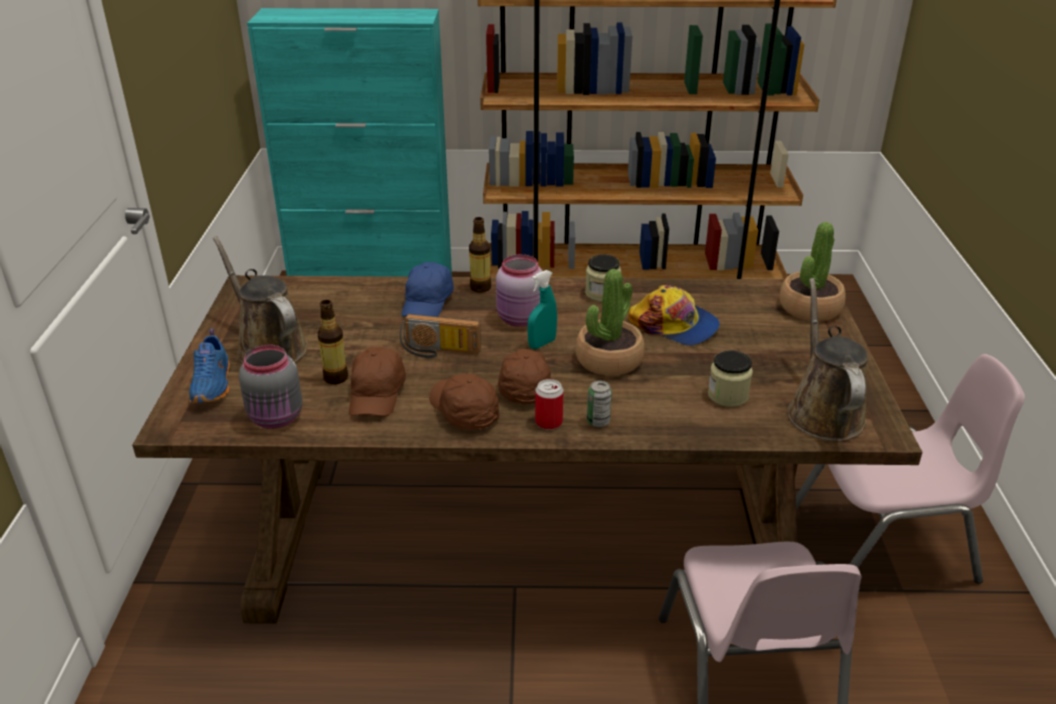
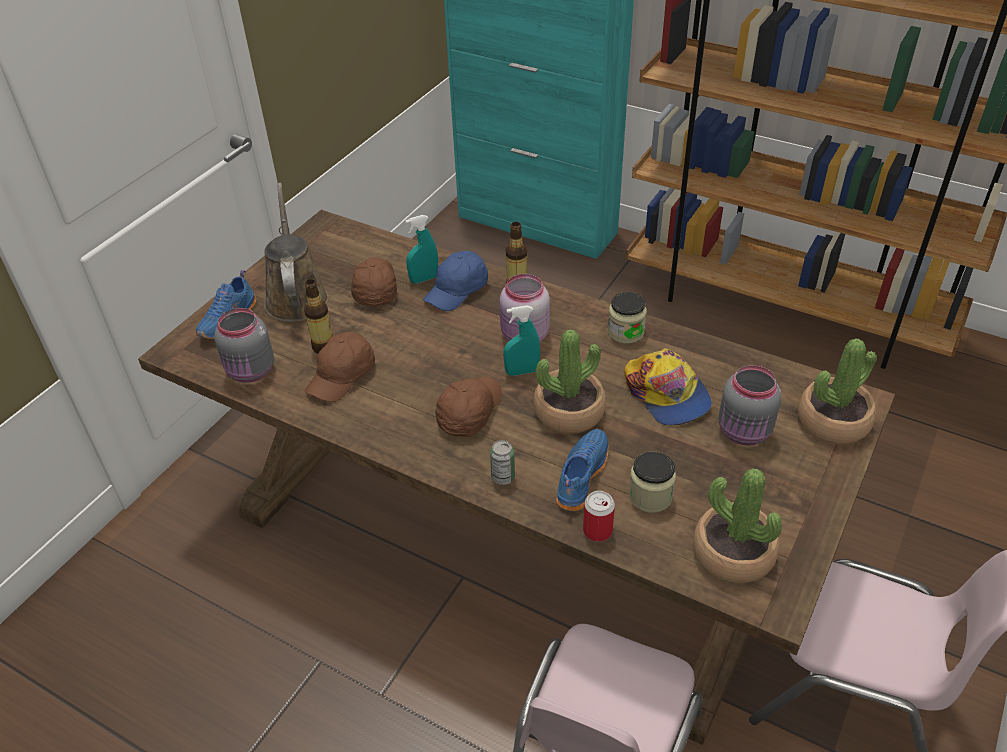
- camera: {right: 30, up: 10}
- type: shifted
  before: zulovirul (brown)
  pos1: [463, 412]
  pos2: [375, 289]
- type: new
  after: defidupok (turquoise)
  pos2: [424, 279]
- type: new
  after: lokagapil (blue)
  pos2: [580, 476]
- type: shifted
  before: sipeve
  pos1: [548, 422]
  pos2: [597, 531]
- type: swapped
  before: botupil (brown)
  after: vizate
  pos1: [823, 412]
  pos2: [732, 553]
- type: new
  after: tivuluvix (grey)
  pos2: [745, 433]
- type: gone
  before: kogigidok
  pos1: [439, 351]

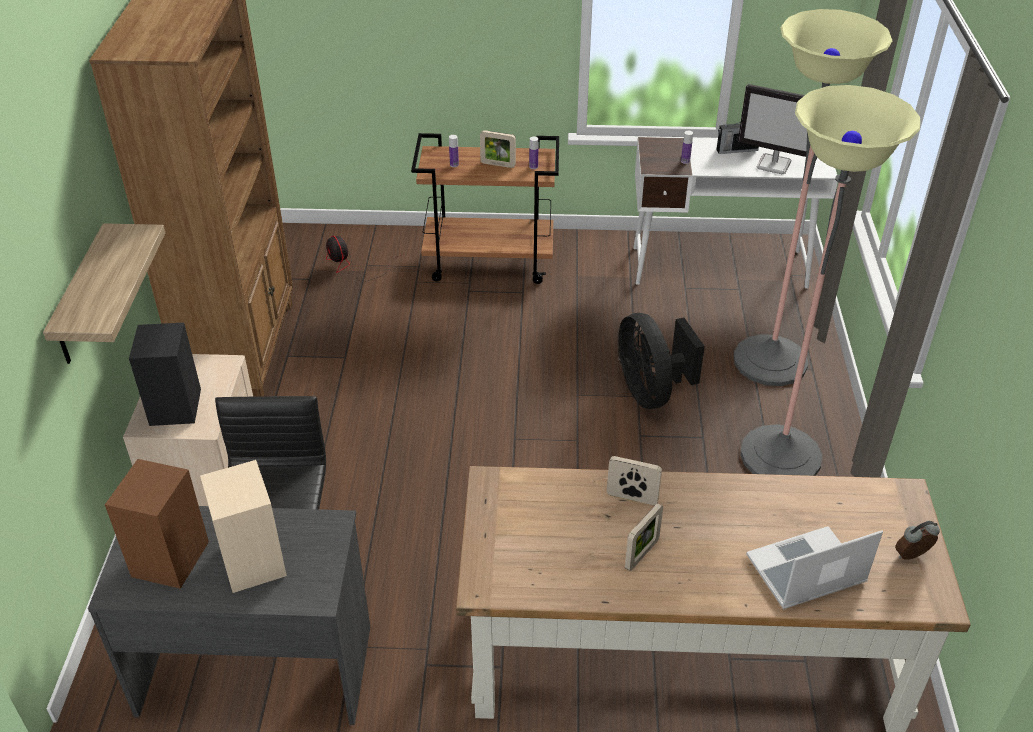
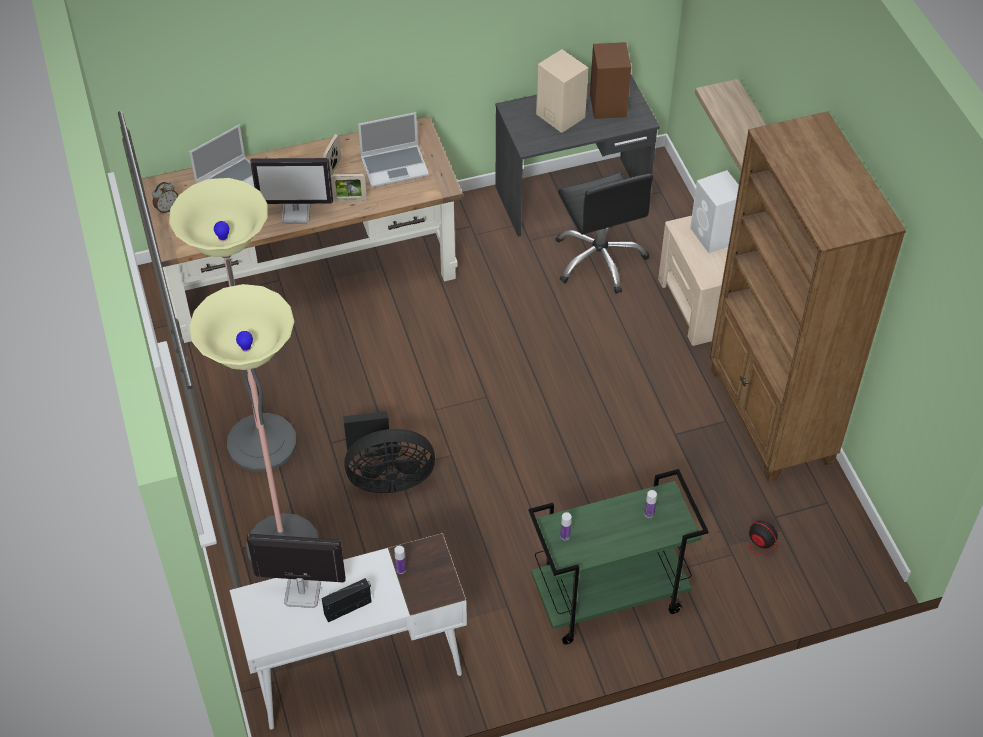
- camera: {right: 160, up: 10}
- type: new
  after: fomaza
  pos2: [297, 213]
- type: rotated
  before: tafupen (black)
  pos1: [651, 391]
  pos2: [387, 477]
  turn: 120
- type: new
  after: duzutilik
  pos2: [395, 166]
- type: repainted
  before: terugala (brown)
  after: terugala (green)
  pos1: [490, 262]
  pos2: [607, 599]
- type: repainted
  before: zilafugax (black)
  after: zilafugax (white)
  pos1: [175, 406]
  pos2: [714, 236]
- type: gone
  before: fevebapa
  pos1: [498, 164]

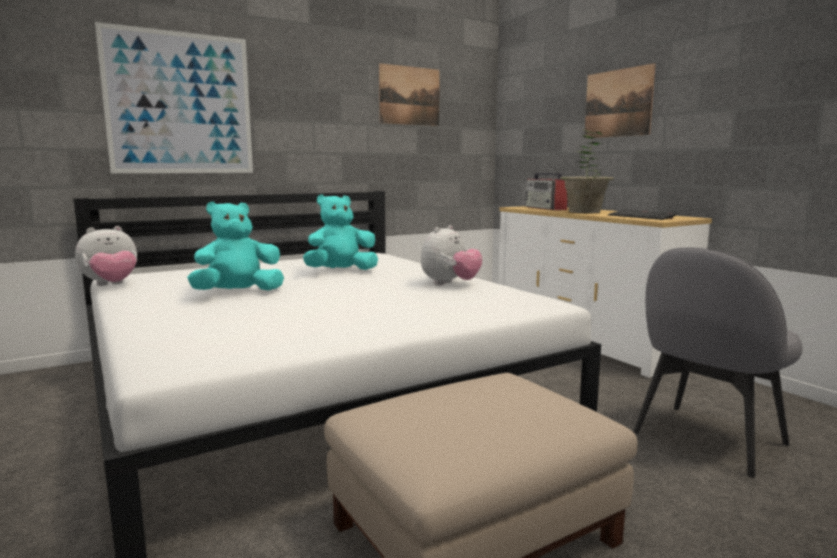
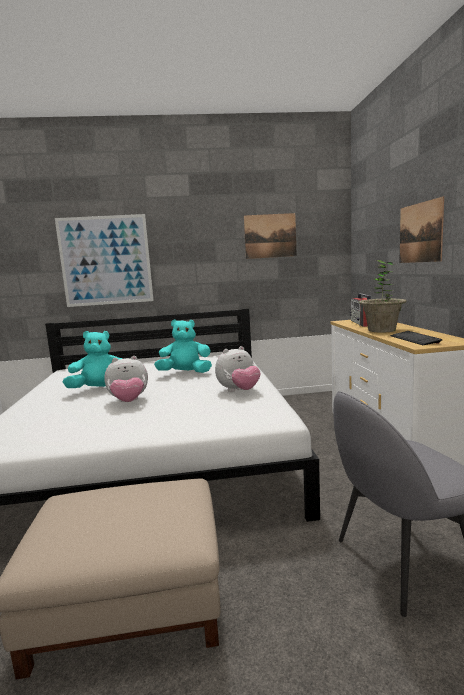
- camera: {right: 25, up: 0}
- type: shifted
  before: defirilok
  pos1: [111, 285]
  pos2: [129, 402]

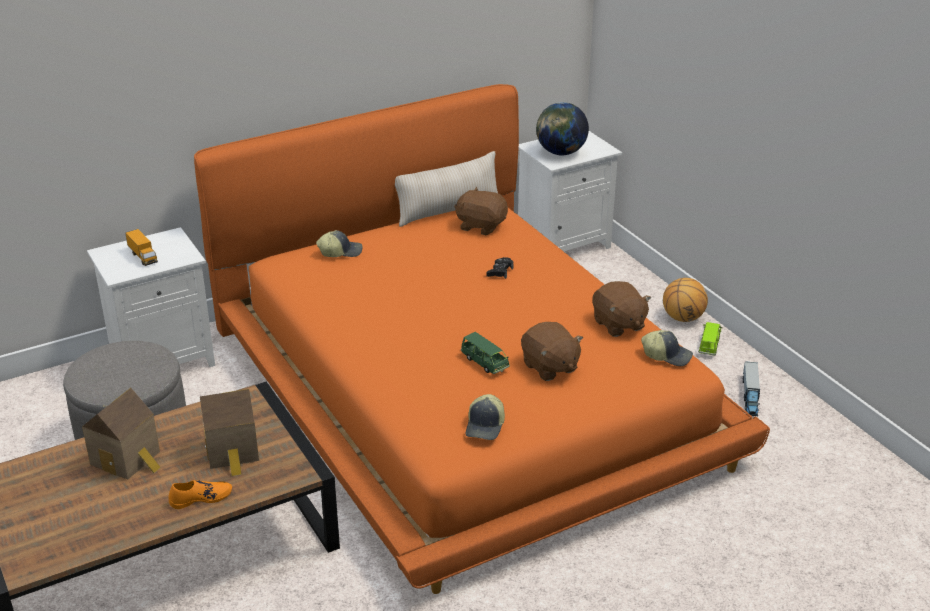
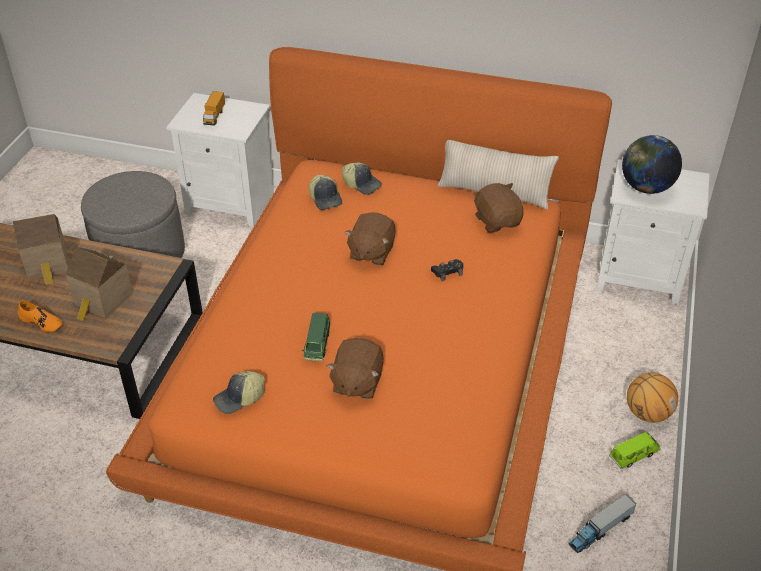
- camera: {right: 45, up: 10}
- type: shifted
  before: zulovirul
  pos1: [667, 355]
  pos2: [326, 198]
- type: shifted
  before: defirilok (brown)
  pos1: [618, 324]
  pos2: [371, 252]

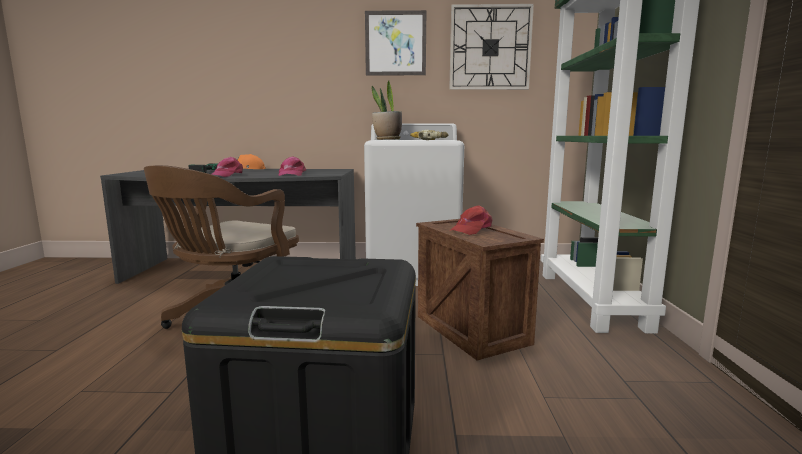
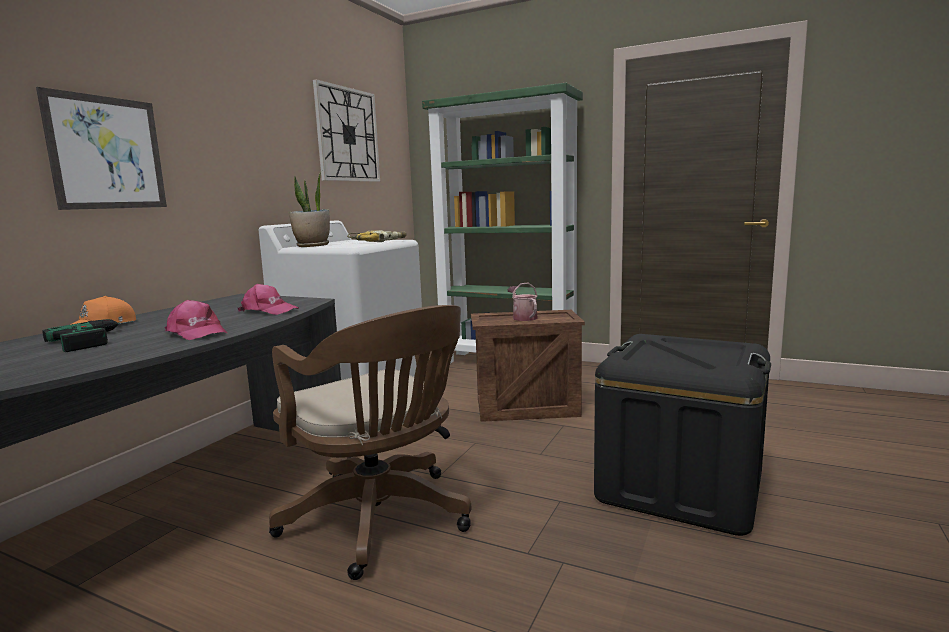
- camera: {right: -65, up: 0}
- type: shifted
  before: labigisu
  pos1: [395, 43]
  pos2: [107, 153]
- type: swapped
  before: zulovirul (red)
  after: botupil
  pos1: [471, 229]
  pos2: [523, 317]

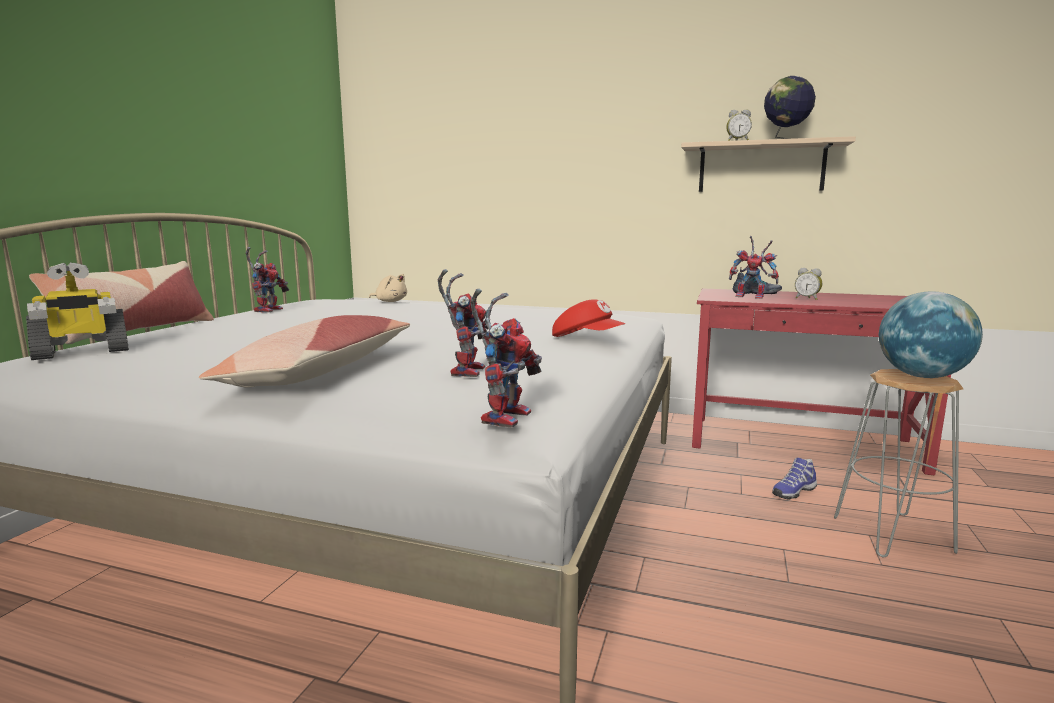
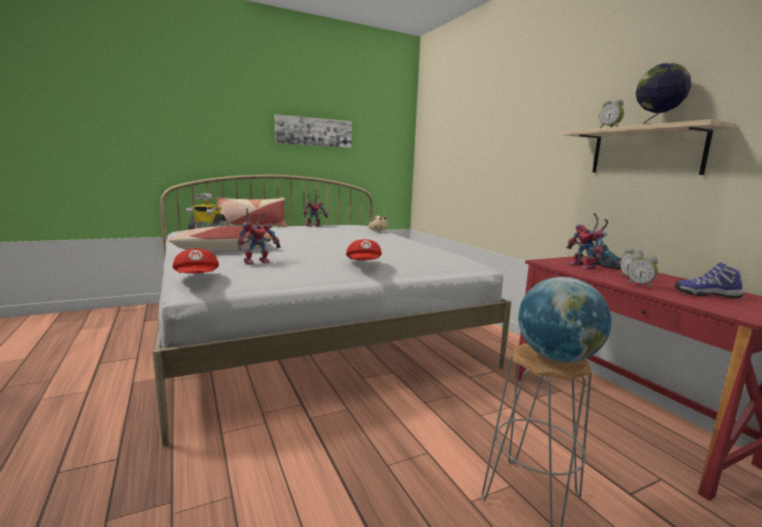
- camera: {right: 45, up: 0}
- type: swapped
  before: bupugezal
  after: zulovirul (red)
  pos1: [504, 415]
  pos2: [197, 278]
- type: new
  after: labigisu
  pos2: [314, 132]
- type: new
  after: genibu
  pos2: [640, 285]
- type: shifted
  before: lokagapil
  pos1: [793, 492]
  pos2: [706, 294]

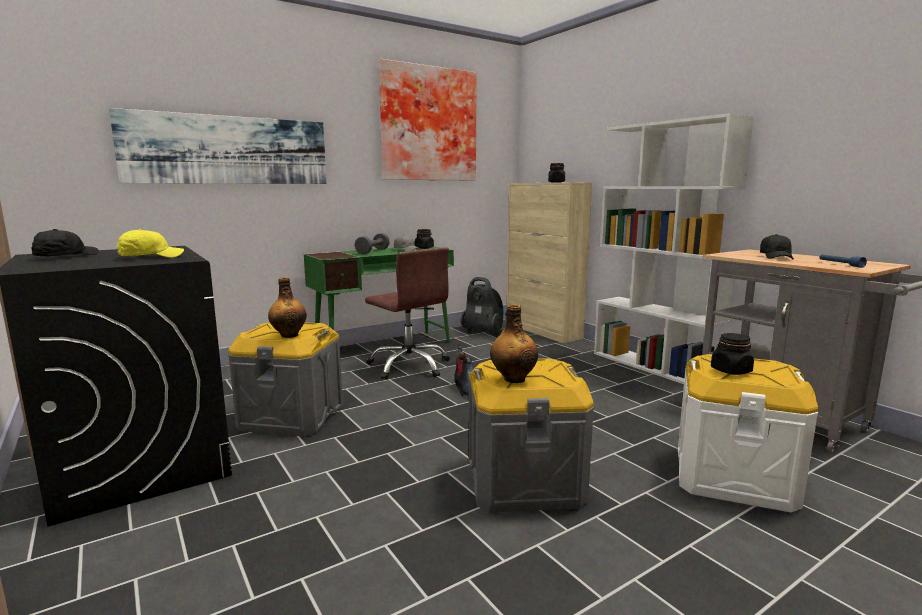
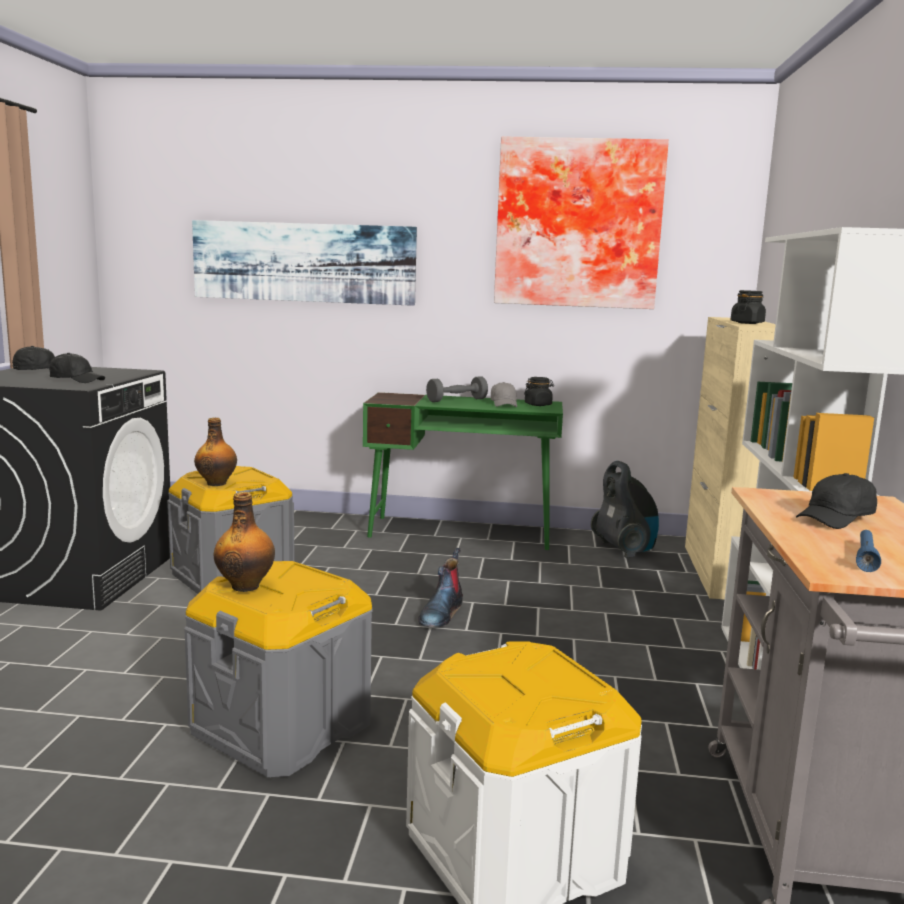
- camera: {right: 40, up: 0}
- type: repainted
  before: zulovirul (yellow)
  after: zulovirul (black)
  pos1: [151, 257]
  pos2: [77, 380]
- type: gone
  before: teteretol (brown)
  pos1: [409, 366]
- type: gone
  before: tivuluvix (black)
  pos1: [730, 371]

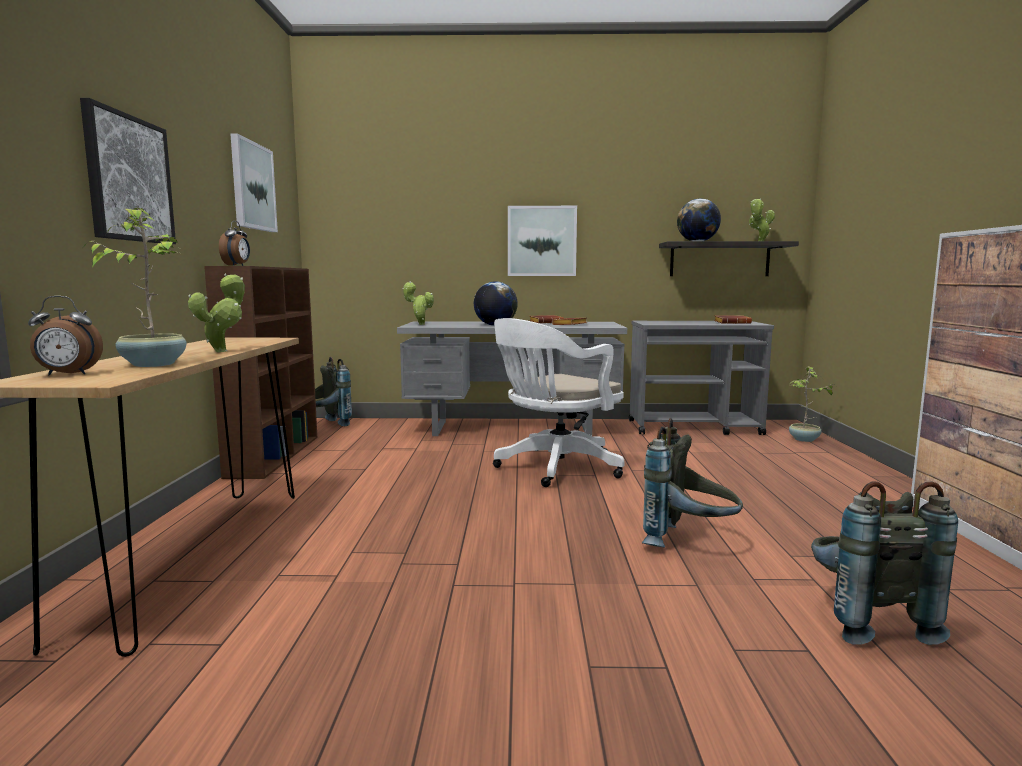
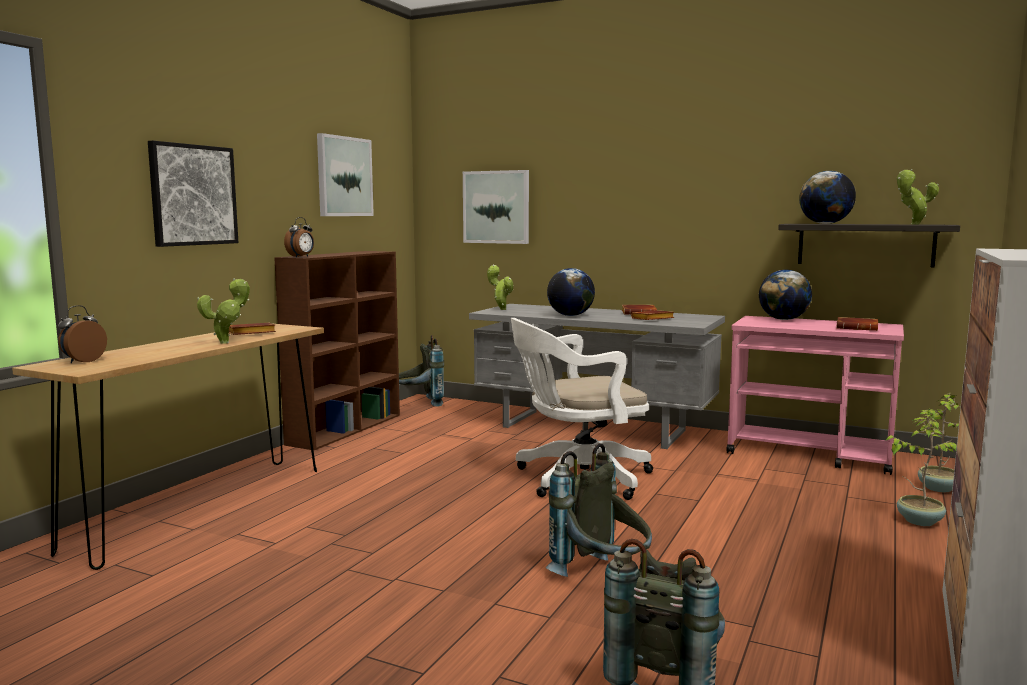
- camera: {right: 25, up: 0}
- type: rotated
  before: genibu
  pos1: [67, 374]
  pos2: [82, 361]
  turn: 105
- type: new
  after: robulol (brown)
  pos2: [250, 334]
- type: shifted
  before: labigisu
  pos1: [541, 241]
  pos2: [496, 207]
- type: repainted
  before: terugala (grey)
  after: terugala (pink)
  pos1: [694, 427]
  pos2: [810, 454]
- type: new
  after: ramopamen
  pos2: [783, 319]
- type: shifted
  before: vizate
  pos1: [153, 364]
  pos2: [918, 521]

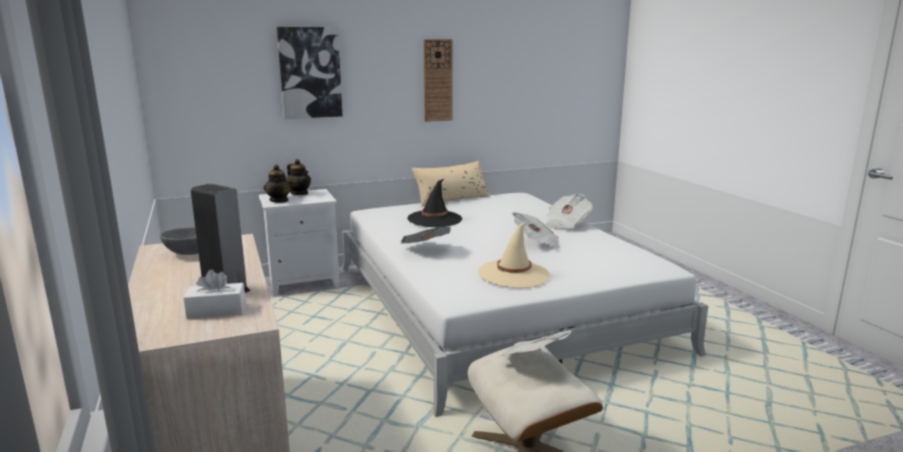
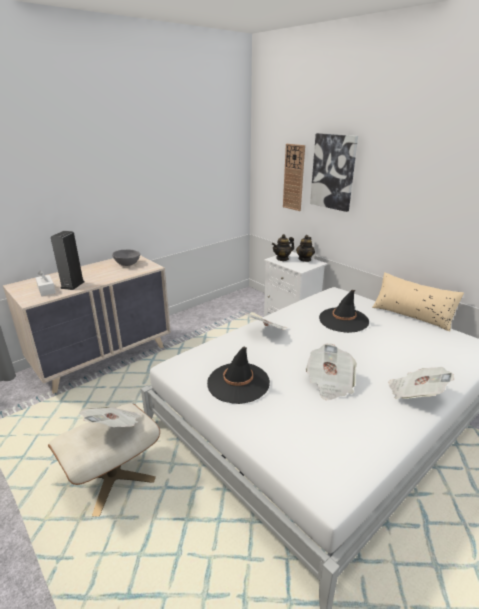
- camera: {right: 70, up: 10}
- type: repainted
  before: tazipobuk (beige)
  after: tazipobuk (black)
  pos1: [514, 274]
  pos2: [238, 383]
- type: shifted
  before: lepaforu
  pos1: [437, 80]
  pos2: [294, 177]

